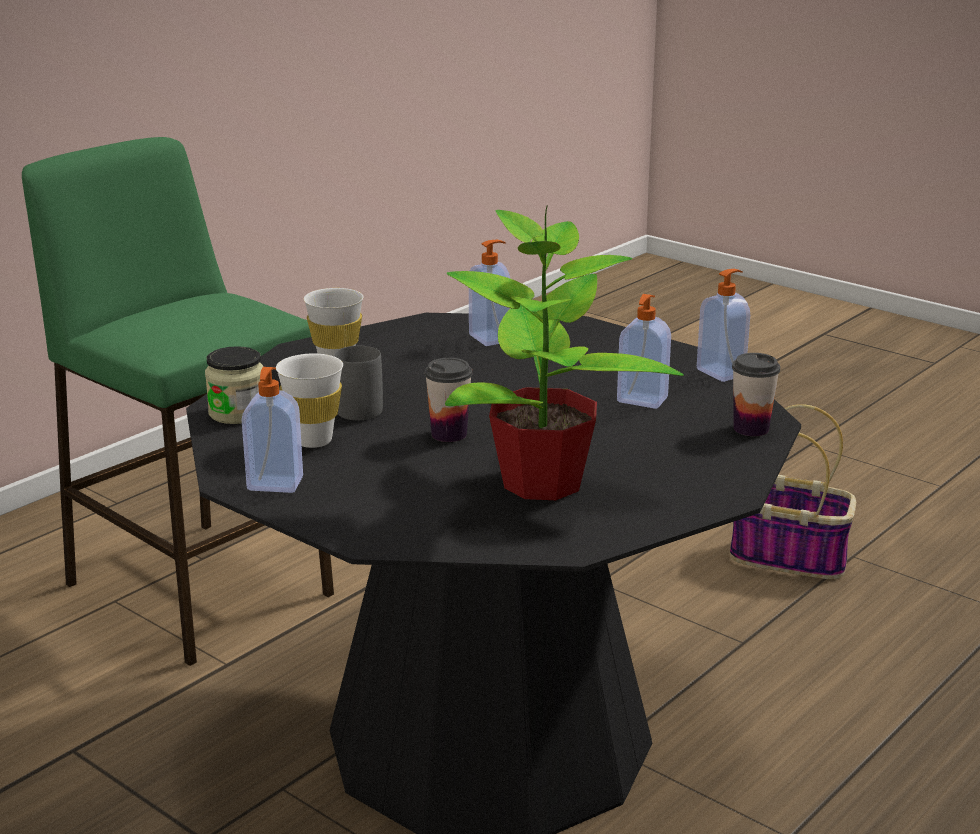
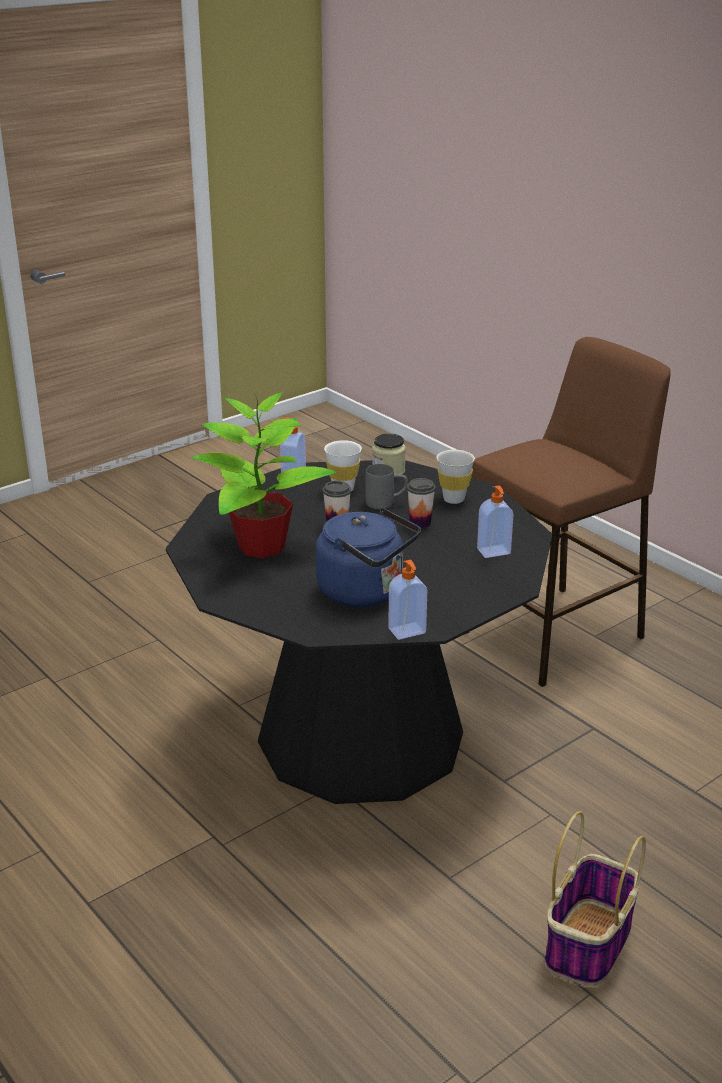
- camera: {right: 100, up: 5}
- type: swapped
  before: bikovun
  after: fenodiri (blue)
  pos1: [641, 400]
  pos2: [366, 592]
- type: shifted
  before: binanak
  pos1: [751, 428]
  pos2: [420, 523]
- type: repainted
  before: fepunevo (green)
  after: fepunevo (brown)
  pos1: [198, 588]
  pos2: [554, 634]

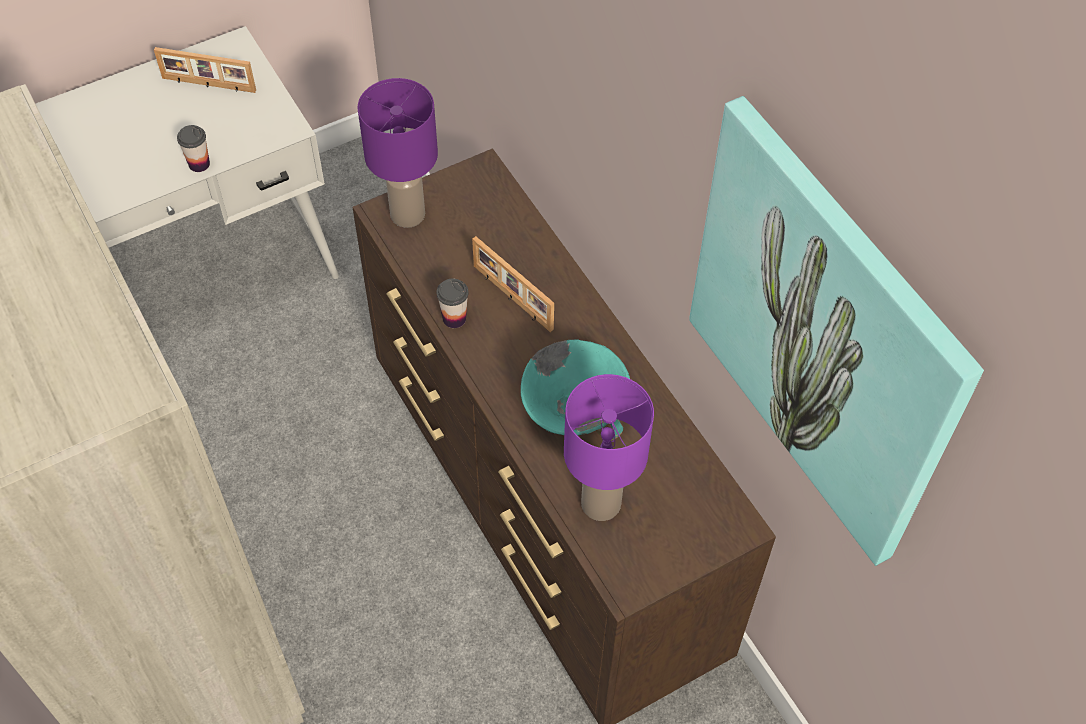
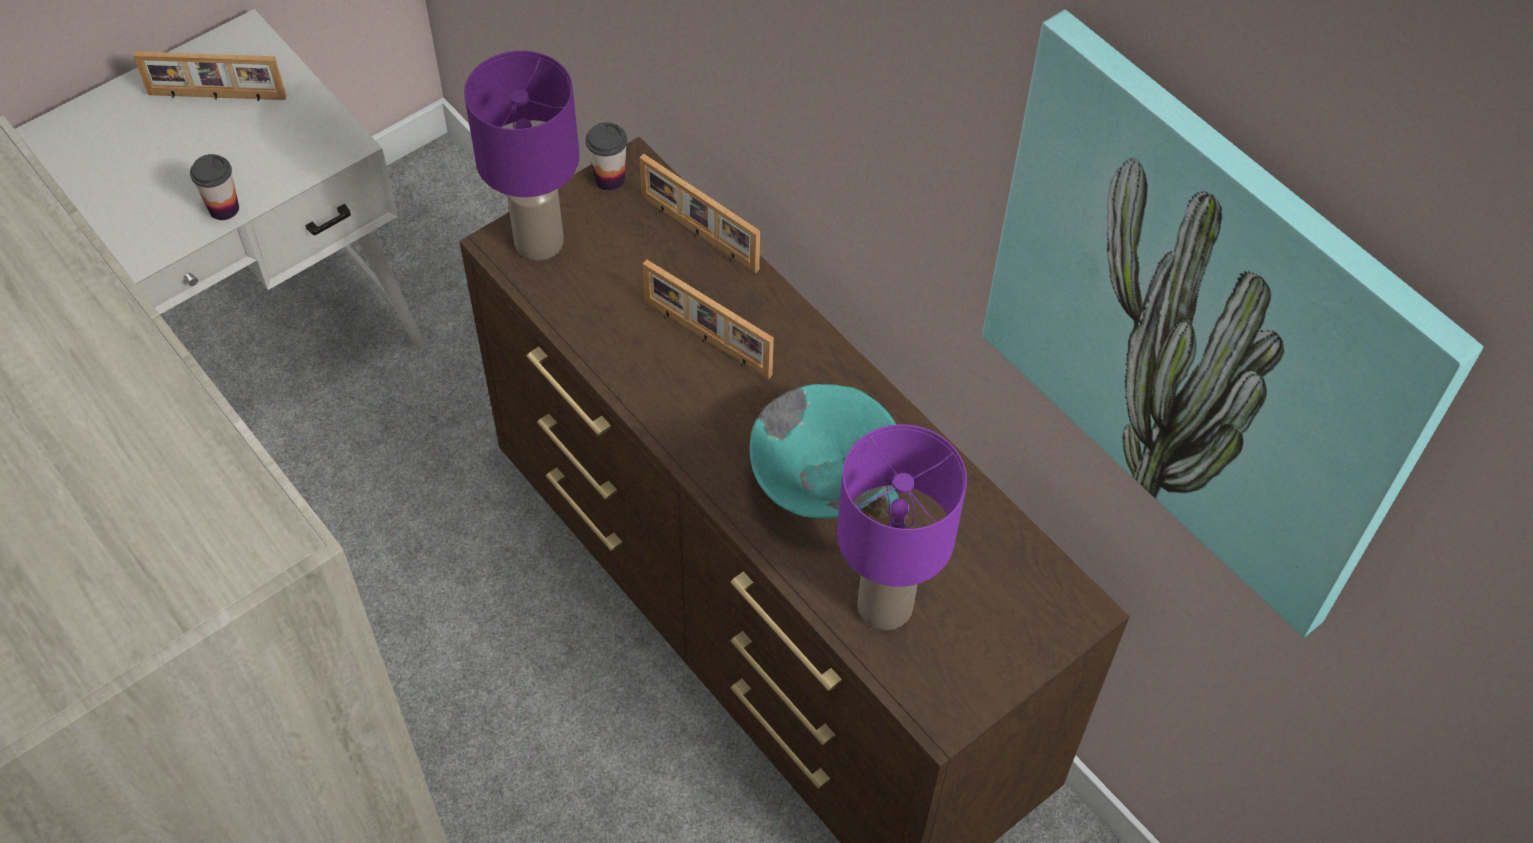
- camera: {right: -10, up: 0}
- type: shifted
  before: binanak
  pos1: [454, 318]
  pos2: [609, 179]
- type: new
  after: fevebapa
  pos2: [698, 234]

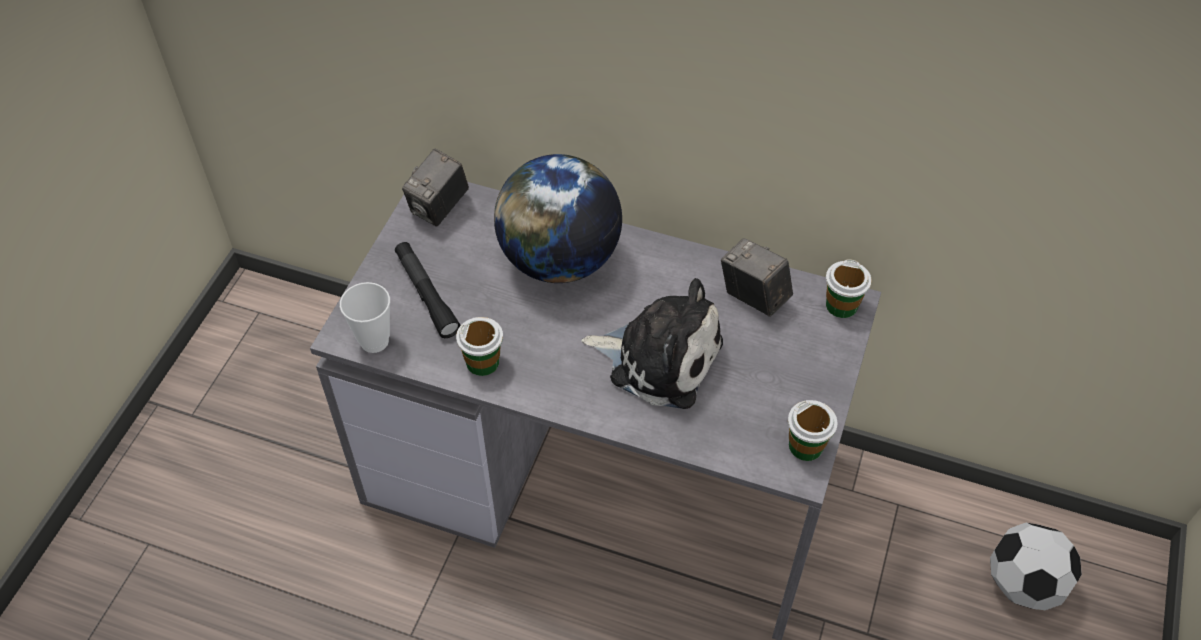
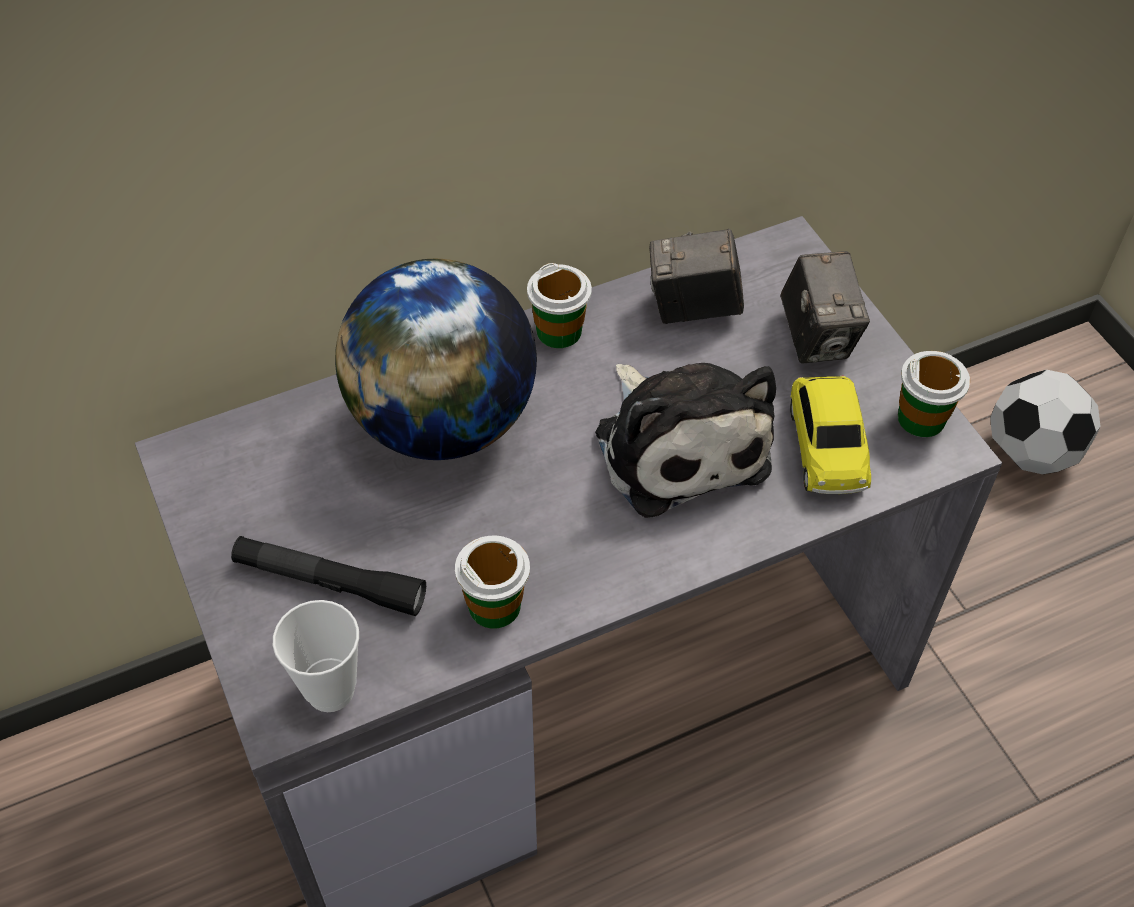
- camera: {right: -45, up: 0}
- type: shifted
  before: binanak
  pos1: [841, 305]
  pos2: [559, 331]
- type: rotated
  before: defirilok
  pos1: [659, 357]
  pos2: [678, 444]
  turn: 90
- type: shifted
  before: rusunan
  pos1: [439, 208]
  pos2: [817, 337]
- type: new
  after: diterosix
  pos2: [826, 445]

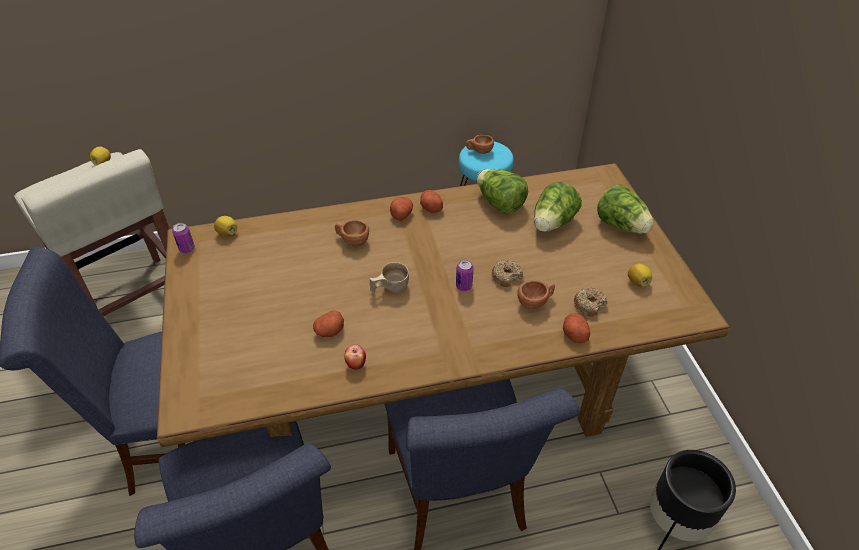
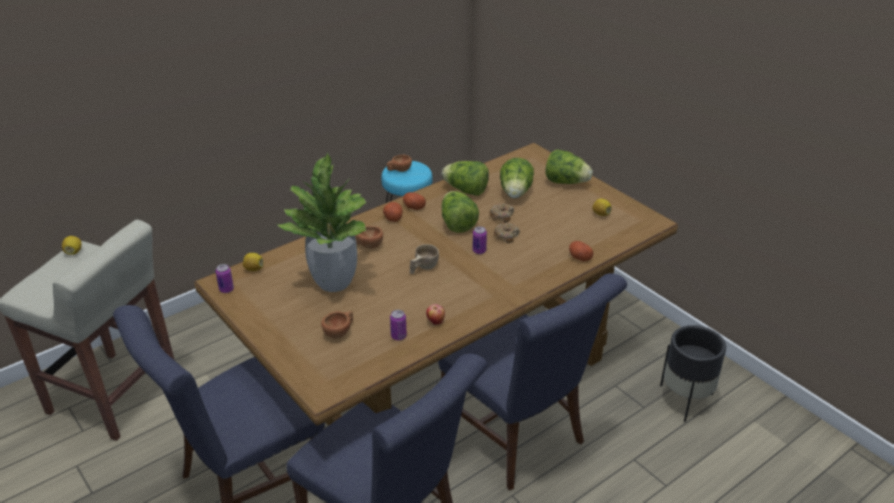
- camera: {right: -25, up: -10}
- type: new
  after: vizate
  pos2: [334, 282]
- type: shifted
  before: binanak (brown)
  pos1: [535, 302]
  pos2: [340, 332]
- type: new
  after: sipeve
  pos2: [398, 336]
- type: new
  after: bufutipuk
  pos2: [457, 224]
- type: shifted
  before: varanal
  pos1: [589, 305]
  pos2: [501, 216]
- type: gone
  before: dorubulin
  pos1: [329, 331]

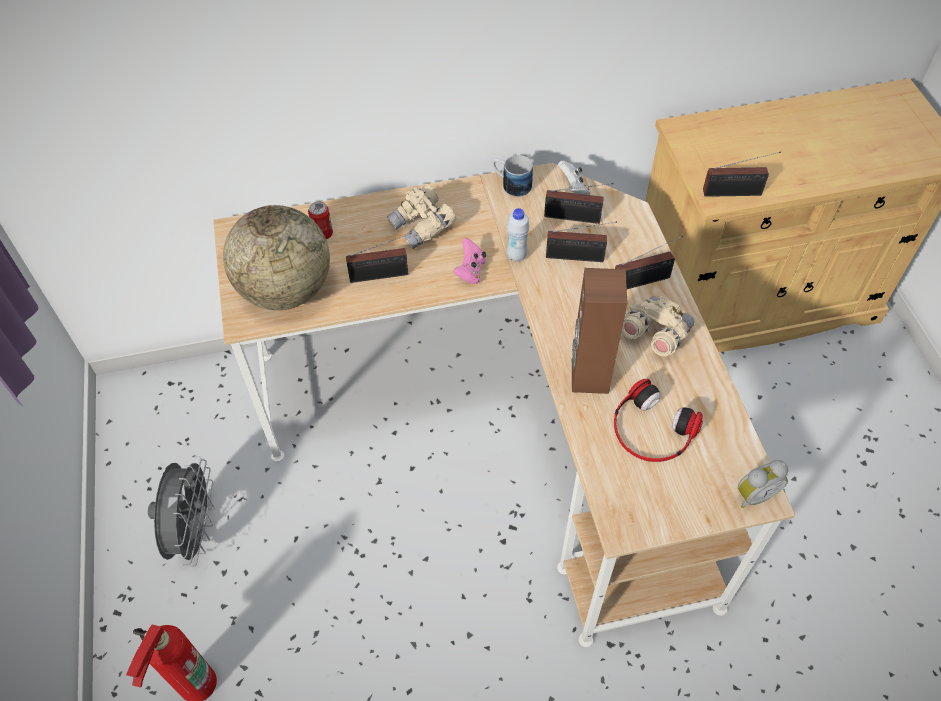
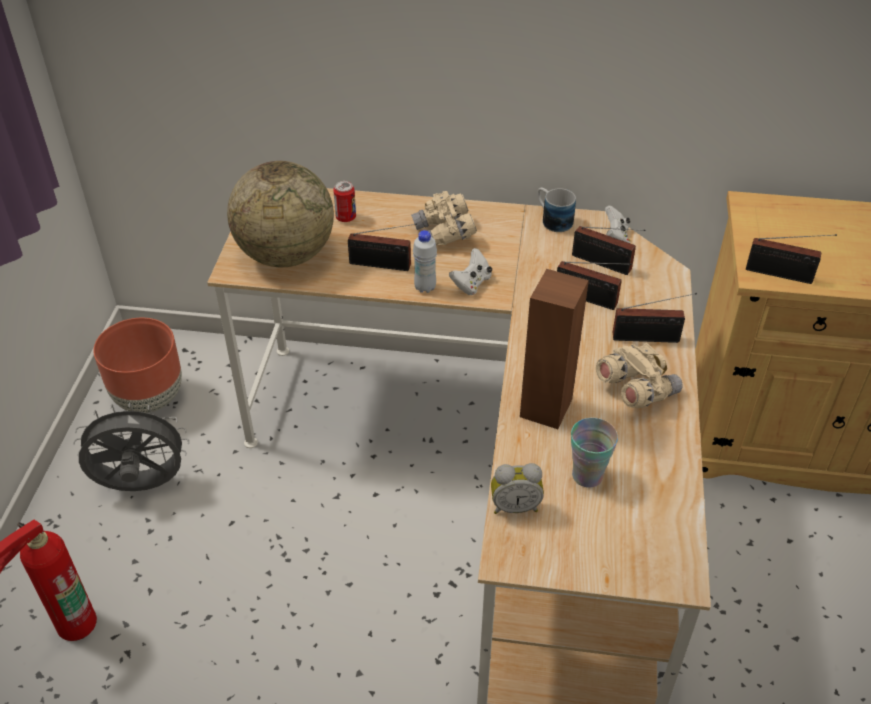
- camera: {right: 20, up: -10}
- type: rotated
  before: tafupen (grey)
  pos1: [195, 532]
  pos2: [141, 486]
  turn: -120
- type: new
  after: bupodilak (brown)
  pos2: [149, 397]
- type: shifted
  before: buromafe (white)
  pos1: [516, 256]
  pos2: [425, 287]
- type: repainted
  before: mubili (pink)
  after: mubili (white)
  pos1: [470, 271]
  pos2: [471, 283]
- type: shifted
  before: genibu
  pos1: [753, 494]
  pos2: [515, 506]
- type: swapped
  before: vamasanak
  after: binanak
  pos1: [651, 429]
  pos2: [587, 476]

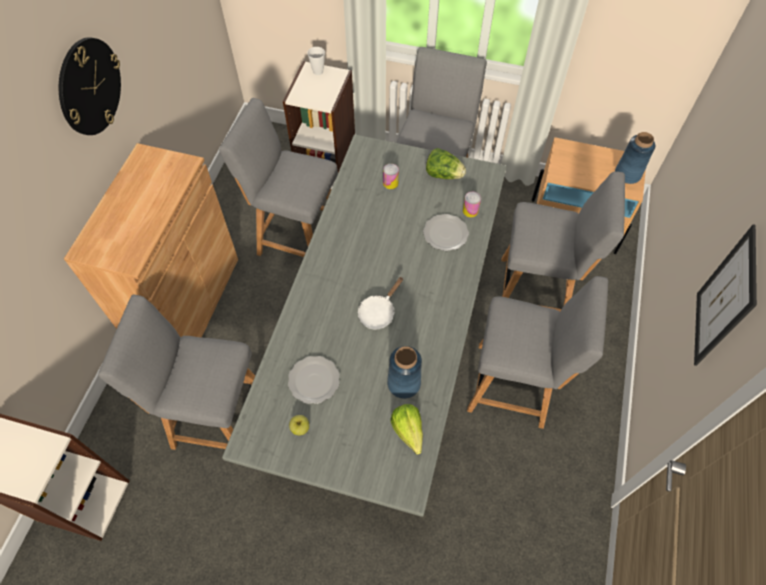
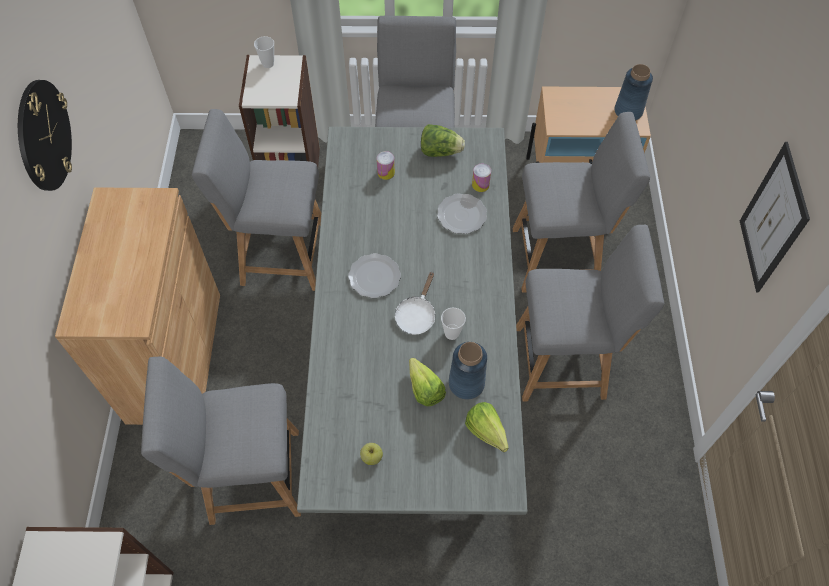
- camera: {right: -15, up: 0}
- type: shifted
  before: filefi
  pos1: [313, 380]
  pos2: [374, 276]
- type: new
  after: bufutipuk
  pos2: [424, 386]
- type: new
  after: binanak
  pos2: [452, 333]

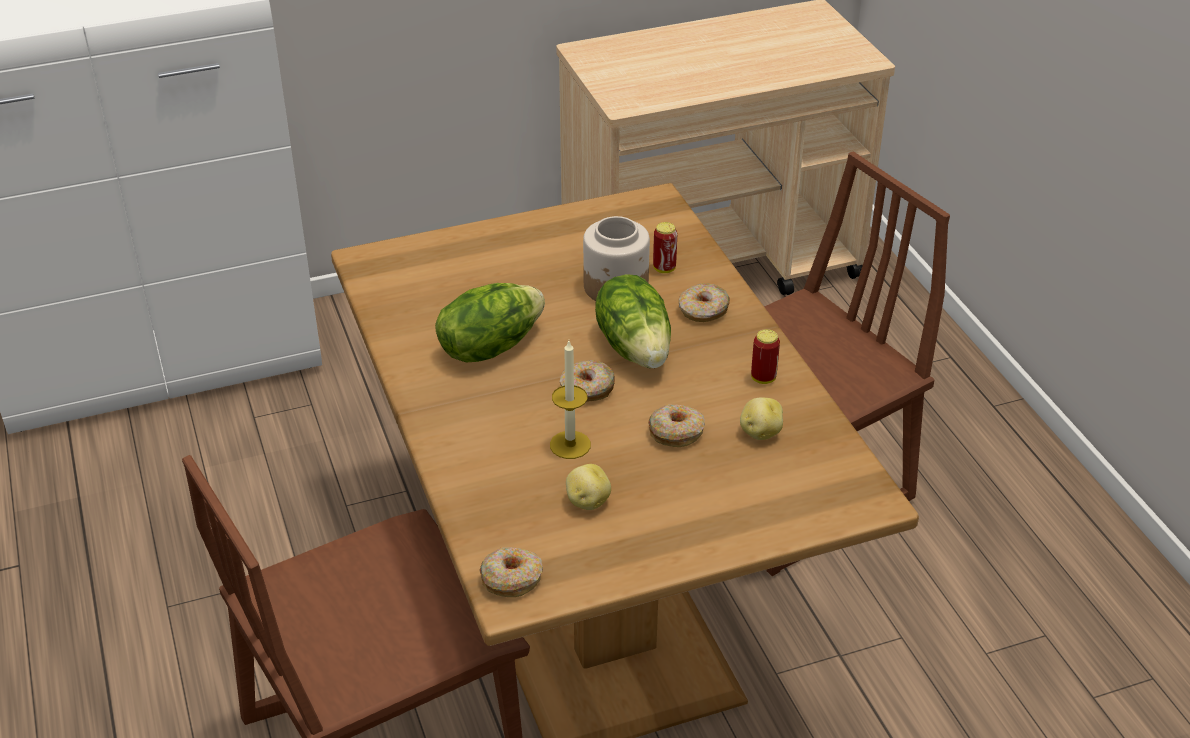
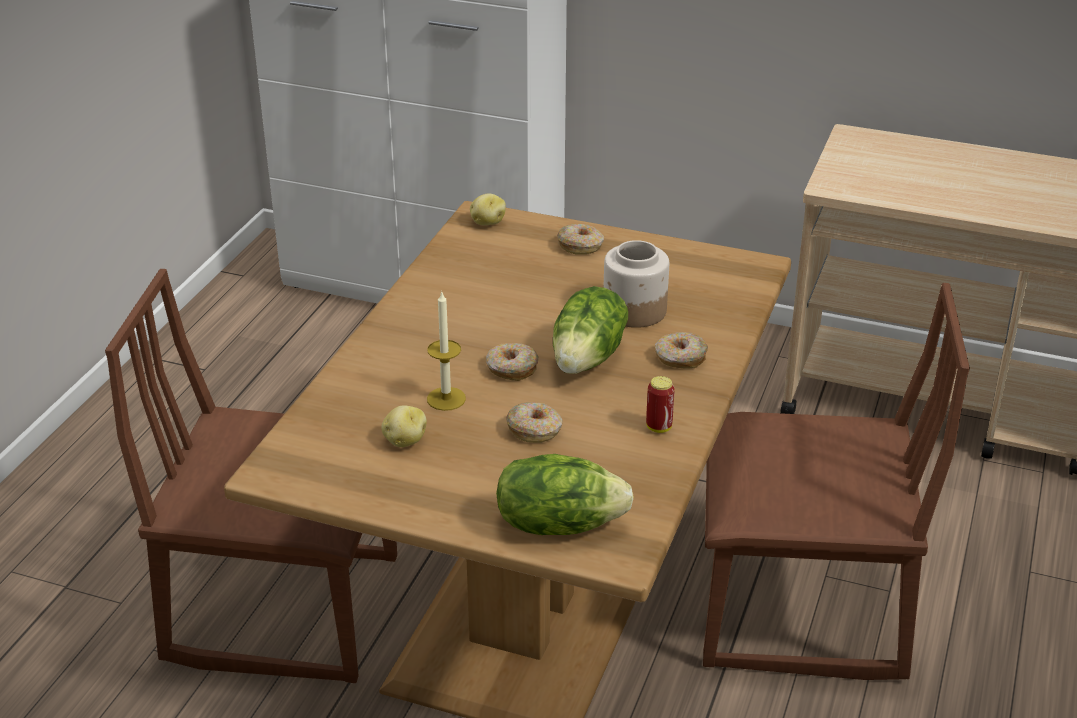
- camera: {right: 40, up: -5}
- type: shifted
  before: dorubulin
  pos1: [760, 432]
  pos2: [487, 222]
- type: shifted
  before: bufutipuk
  pos1: [489, 346]
  pos2: [558, 523]
- type: shifted
  before: varanal
  pos1: [512, 579]
  pos2: [580, 246]
- type: gone
  before: sipeve
  pos1: [664, 268]

